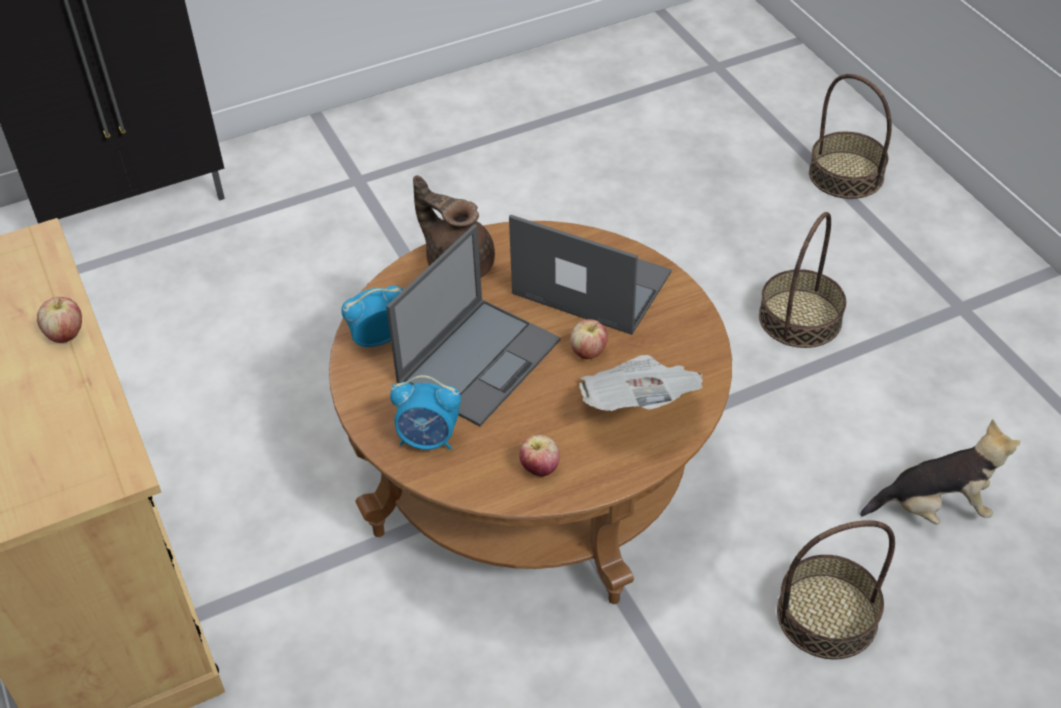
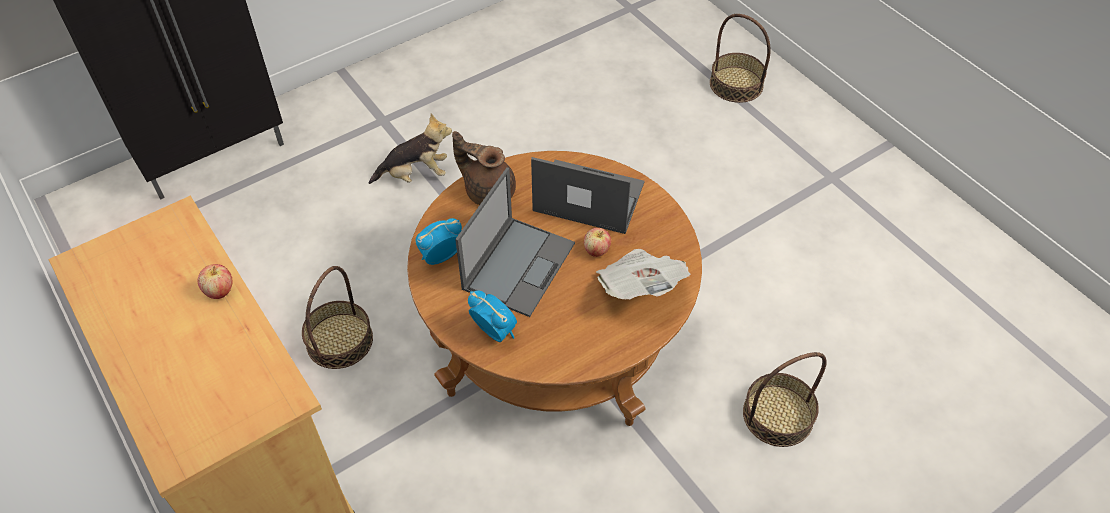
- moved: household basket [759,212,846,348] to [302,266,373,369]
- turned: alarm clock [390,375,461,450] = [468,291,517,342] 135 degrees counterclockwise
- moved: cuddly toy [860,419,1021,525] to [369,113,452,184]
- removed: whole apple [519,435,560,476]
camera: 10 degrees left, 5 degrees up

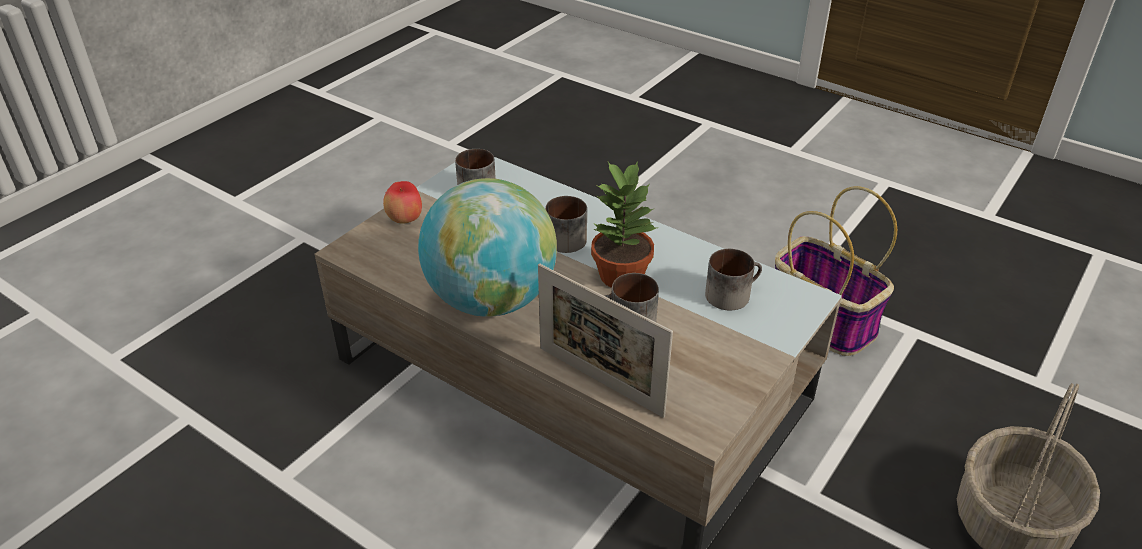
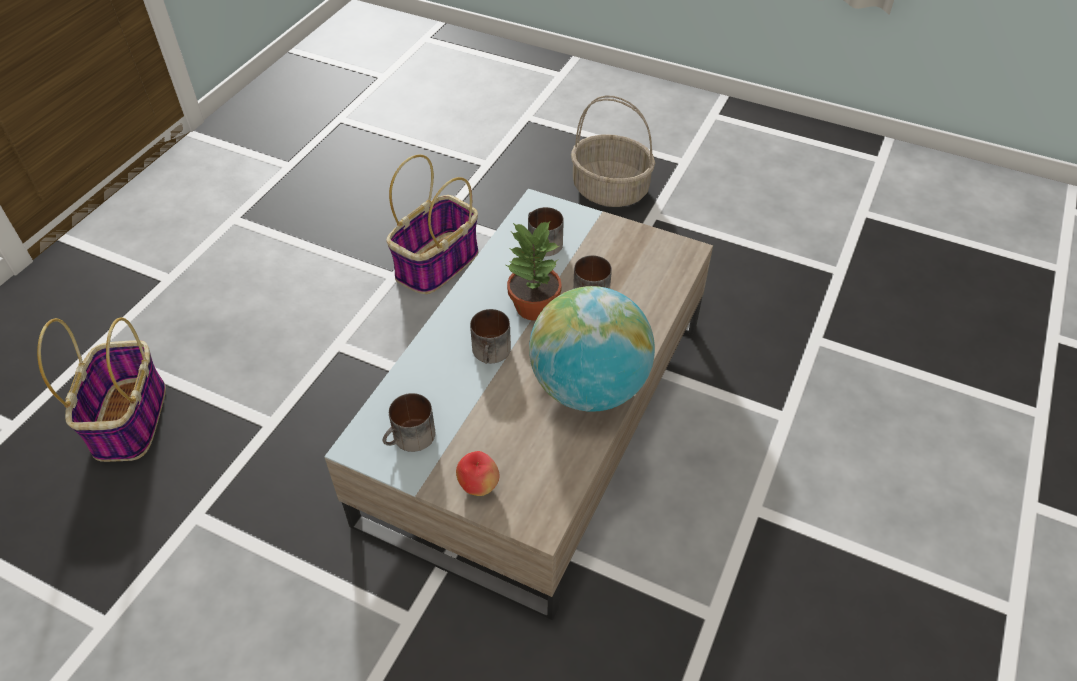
- removed: picture frame [538,263,673,418]
- added: household basket [37,317,166,462]
camera: 100 degrees left, 10 degrees up

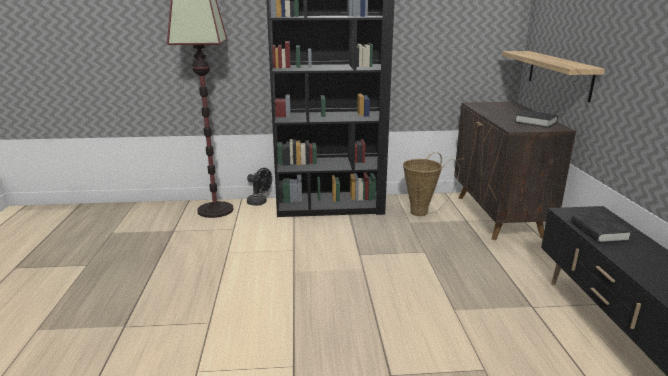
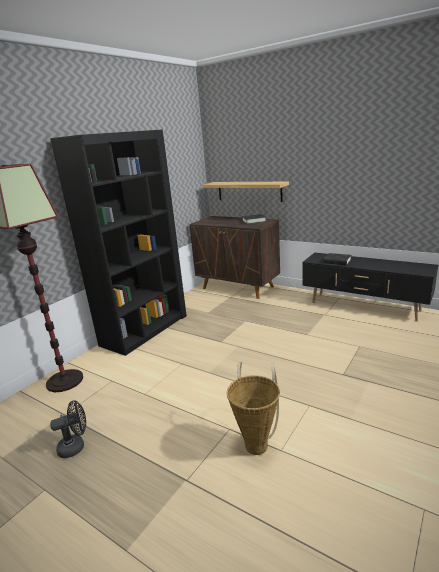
- moved: household basket [403,152,460,216] to [227,362,280,455]
- moved: blackish cooling fan [247,168,272,206] to [50,400,86,458]
camera: 50 degrees left, 0 degrees up

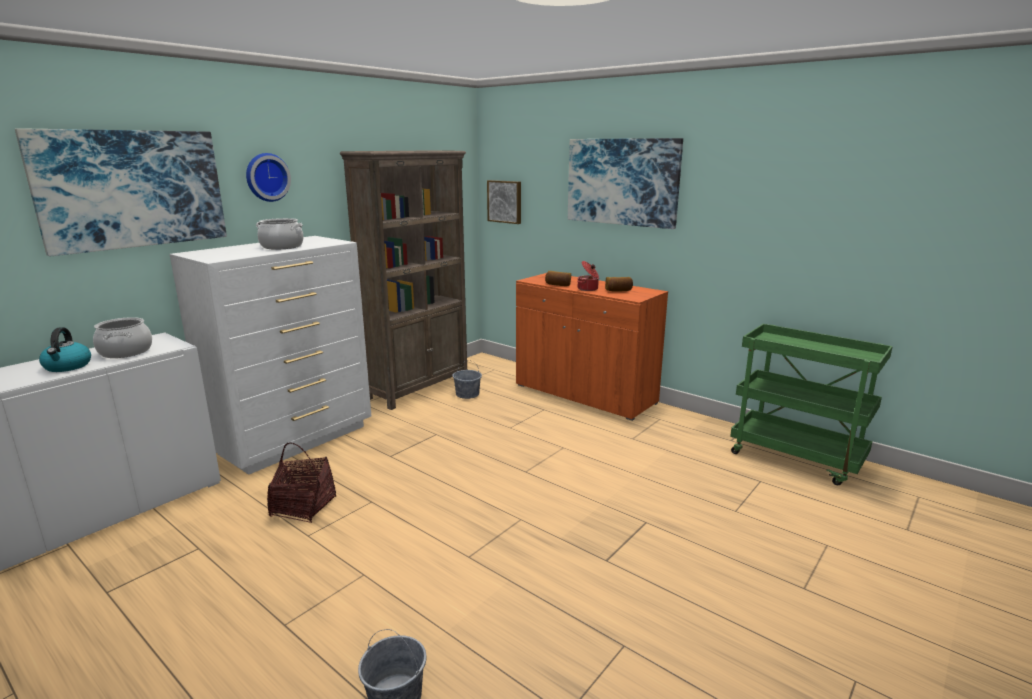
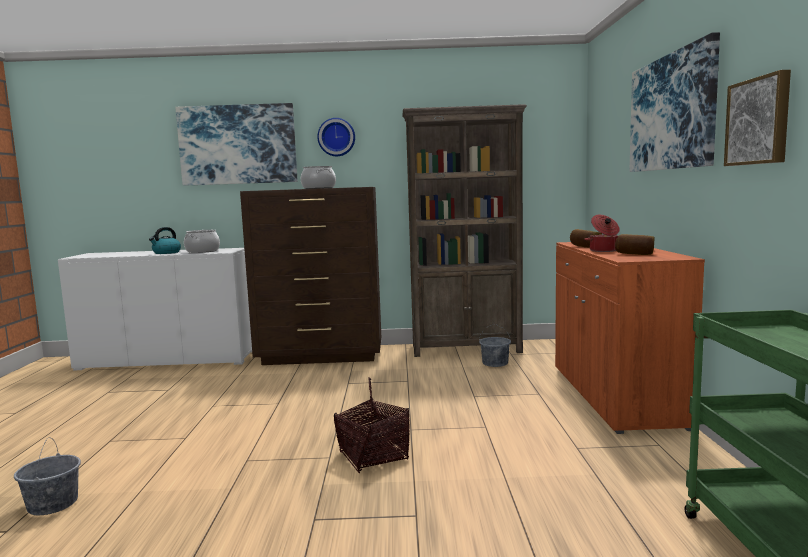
- moved: picture [487,180,521,224] to [724,70,791,166]
- recoloured: white chest of drawers [170,236,371,475] to brown chest of drawers [240,187,381,365]
- moved: household basket [267,443,336,523] to [334,378,410,473]
camera: 50 degrees right, 10 degrees down

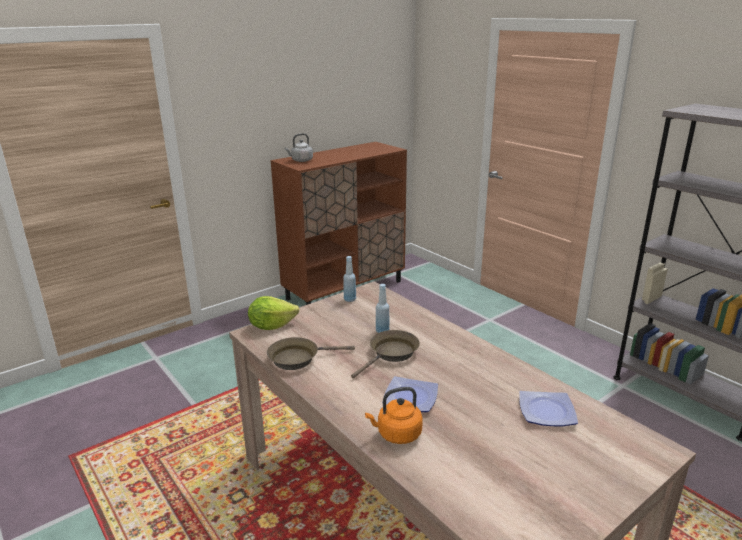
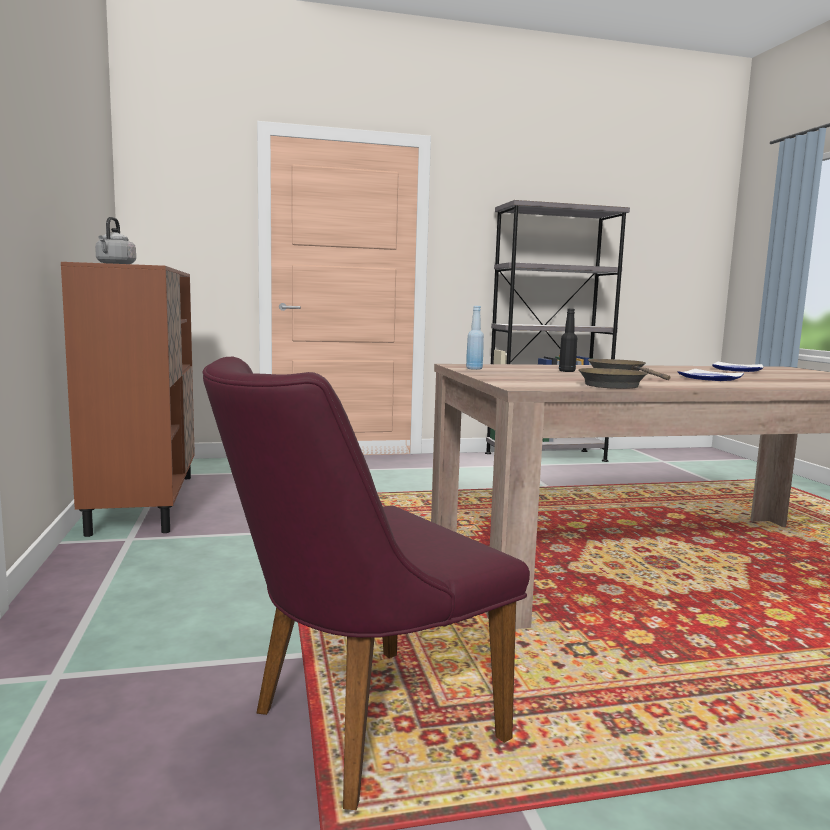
- recoloured: blue-coloured beverage bottle [376,284,389,333] to blackish beverage bottle [559,309,577,372]
- removed: head of lettuce [248,296,300,330]
- removed: orange-coloured water kettle [365,387,423,444]
- added: purplish plain chair [203,357,530,810]
camera: 65 degrees left, 15 degrees down

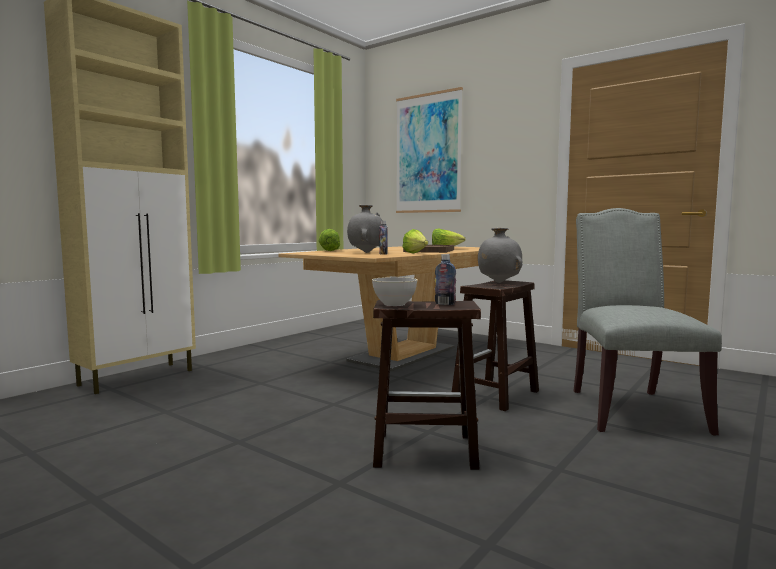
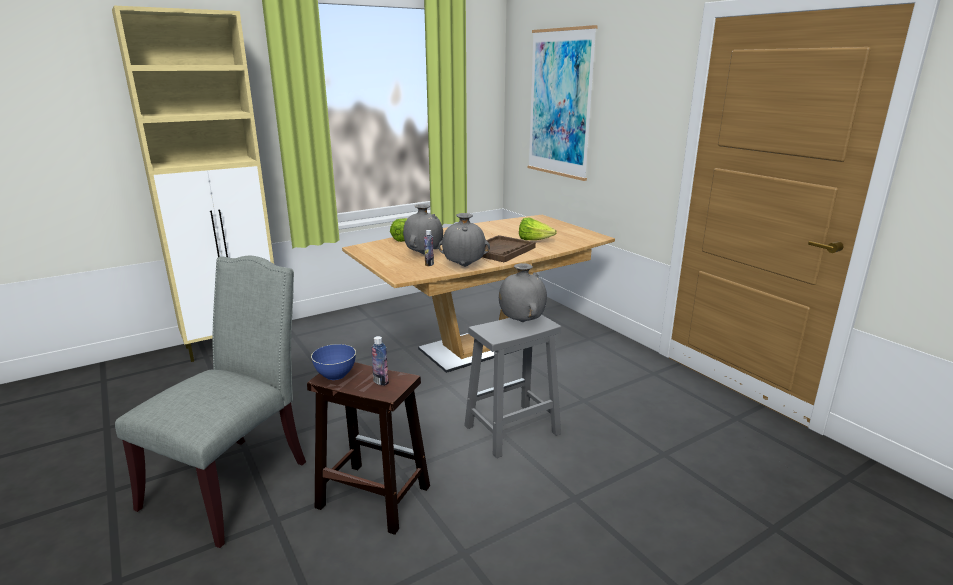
- moved: greyish plain chair [573,208,722,436] to [115,256,306,548]
- replaced: head of lettuce [402,229,428,253] to greyish decorative vase [438,213,490,267]
- recoloured: greyish bowl [372,277,417,306] to blue-coloured bowl [311,344,356,380]
- recoloured: brown sitting stool [452,280,539,411] to greyish sitting stool [464,315,562,459]
camera: 20 degrees right, 15 degrees up

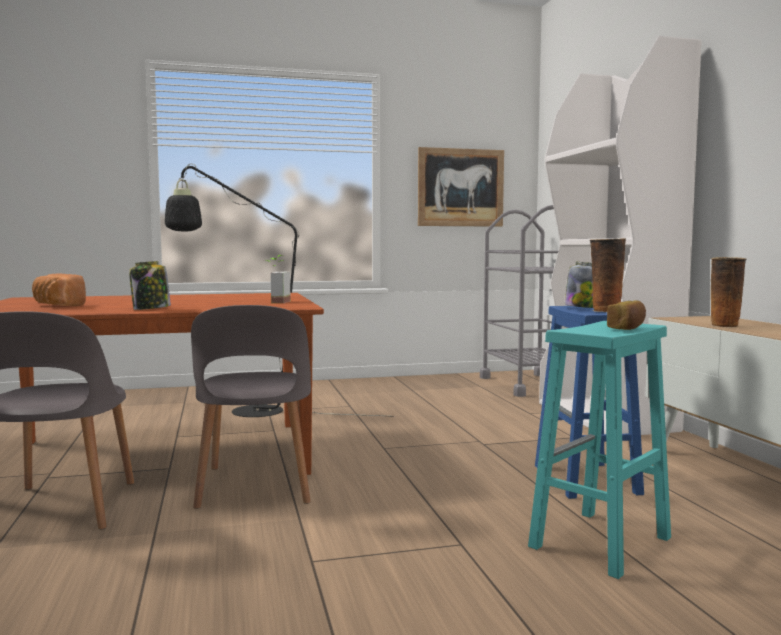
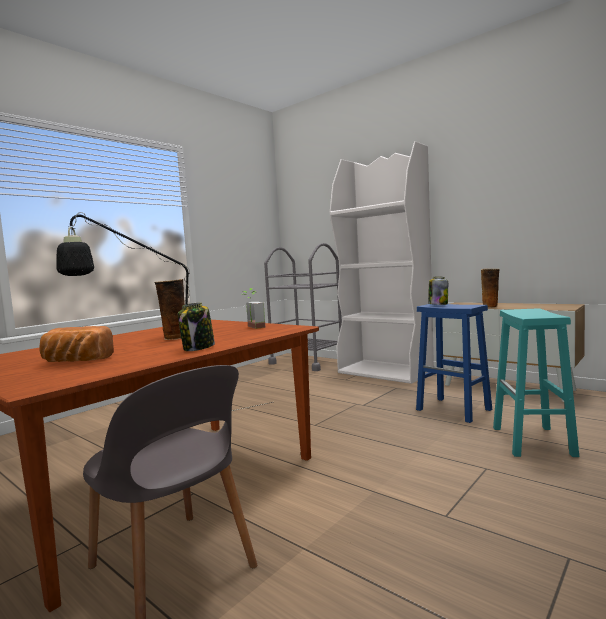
- removed: picture [418,147,504,227]
- moved: decorative vase [590,238,626,312] to [154,279,185,340]
- removed: bakery bread [607,300,646,330]
- removed: greyish plain chair [191,305,311,509]
camera: 35 degrees left, 0 degrees up

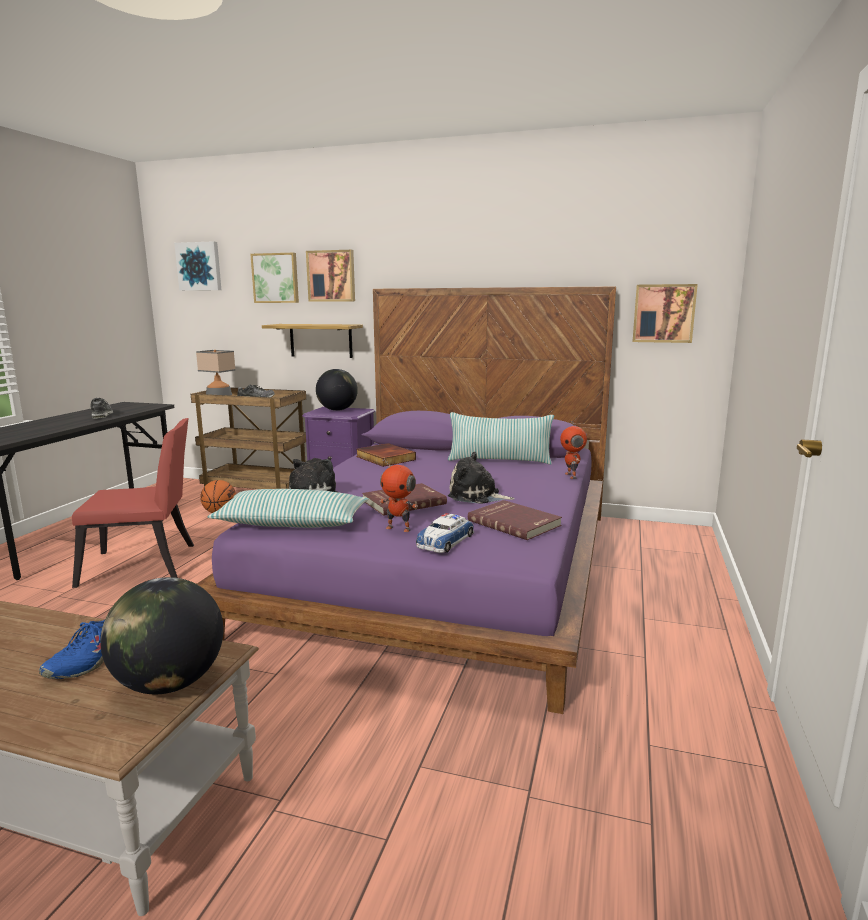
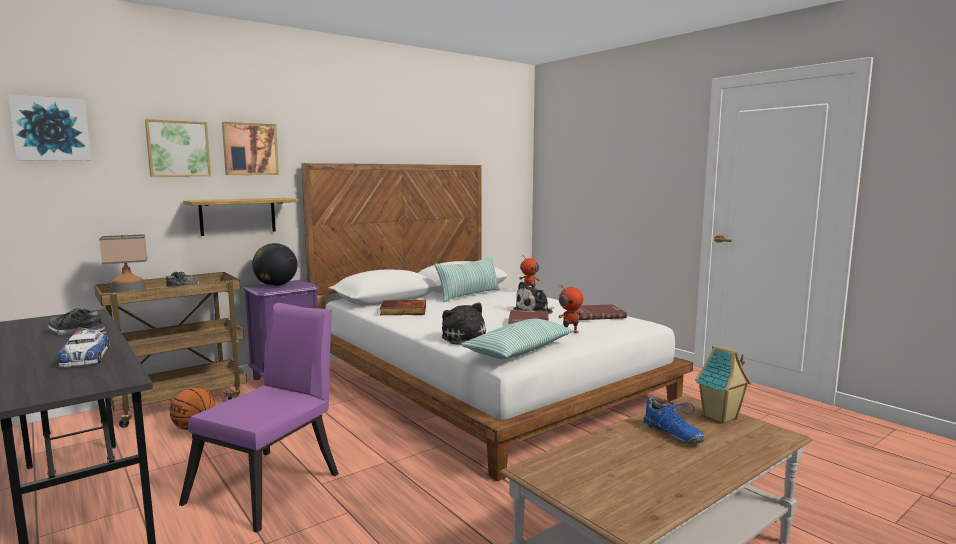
- removed: picture [632,284,698,343]
- recoloured: purplish bedroom bed [196,286,616,714] to white bedroom bed [301,163,693,481]
- recoloured: red plain chair [72,418,194,588] to purplish plain chair [179,302,339,533]
- moved: model car [416,513,474,553] to [57,330,110,367]
- replaced: desk globe [100,577,223,694] to toy house [695,344,751,423]
camera: 55 degrees left, 5 degrees down

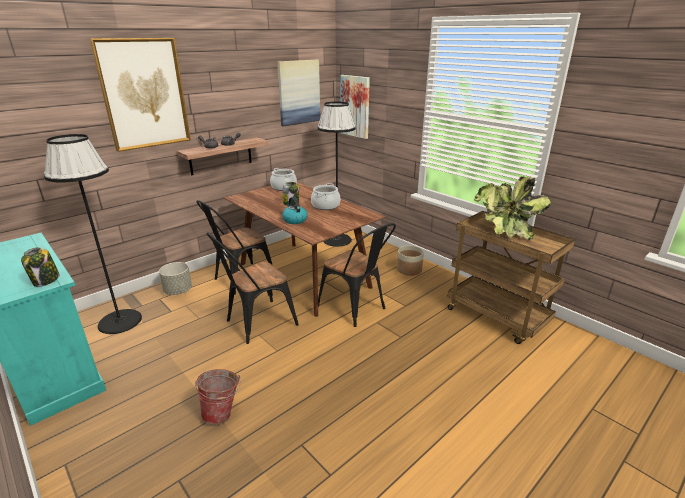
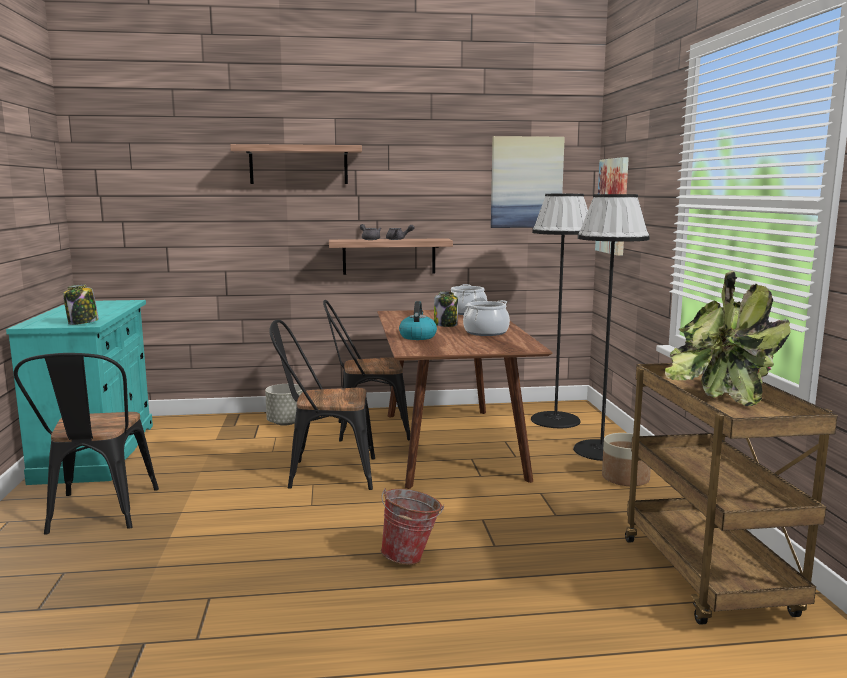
- replaced: picture [89,38,191,152] to shelf [230,144,362,184]
- moved: blackish standing lamp [44,134,142,334] to [573,194,650,461]
- moved: blackish plain chair [318,223,396,327] to [14,353,159,535]
- moved: water bucket [195,369,241,425] to [381,488,444,565]
camera: 35 degrees right, 15 degrees down

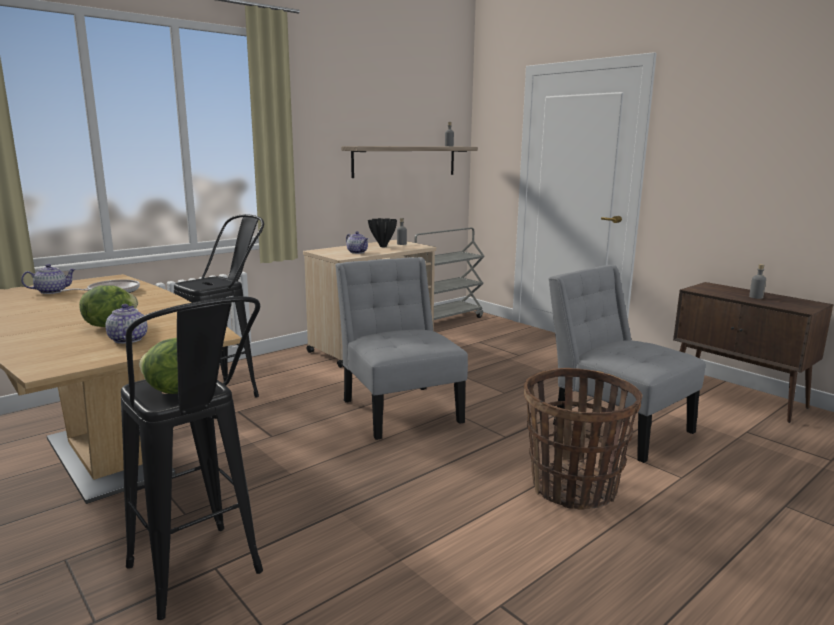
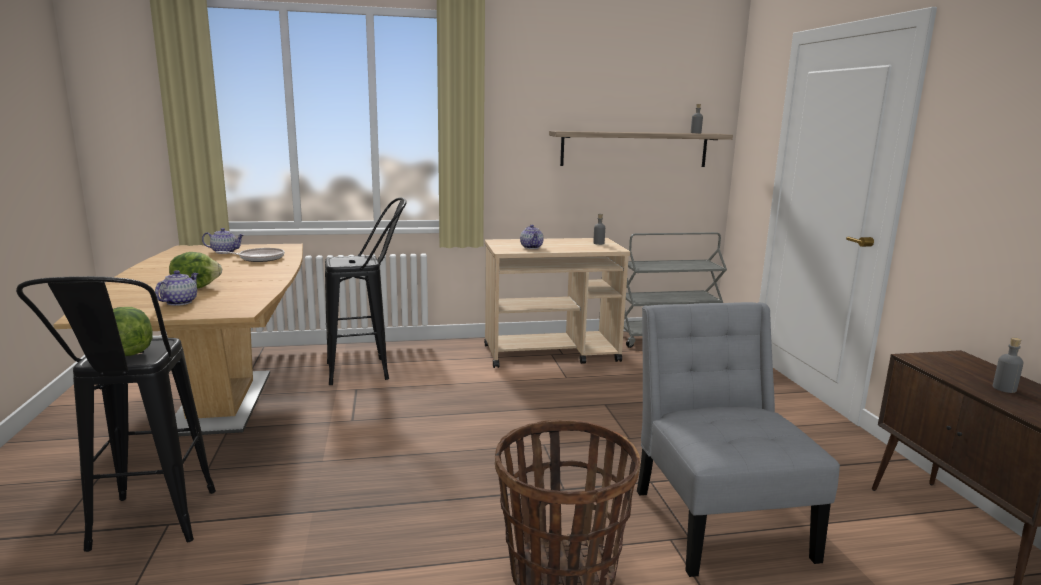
- removed: blackish decorative vase [368,218,397,247]
- removed: greyish plain chair [335,257,468,440]
camera: 30 degrees right, 0 degrees up

